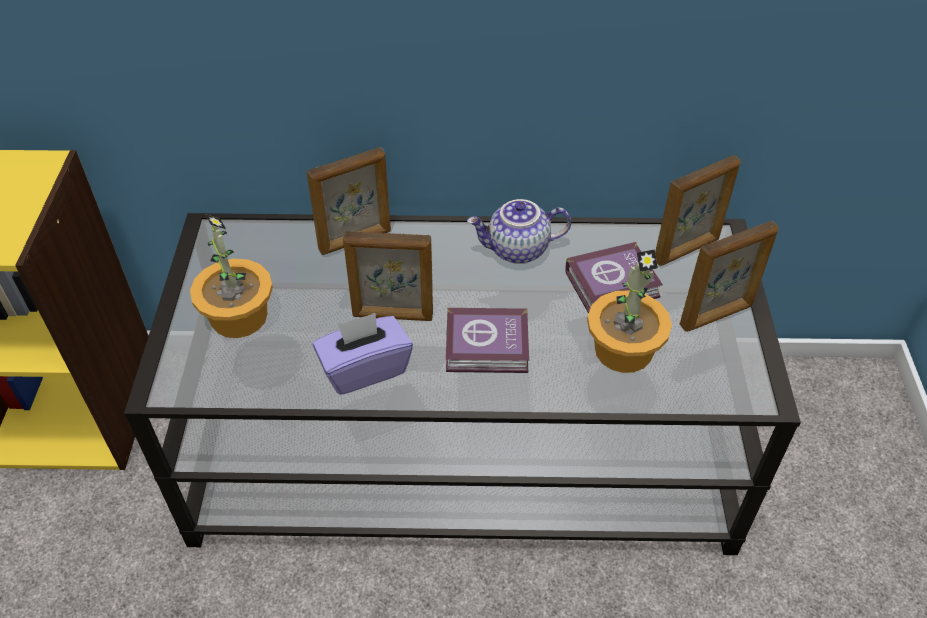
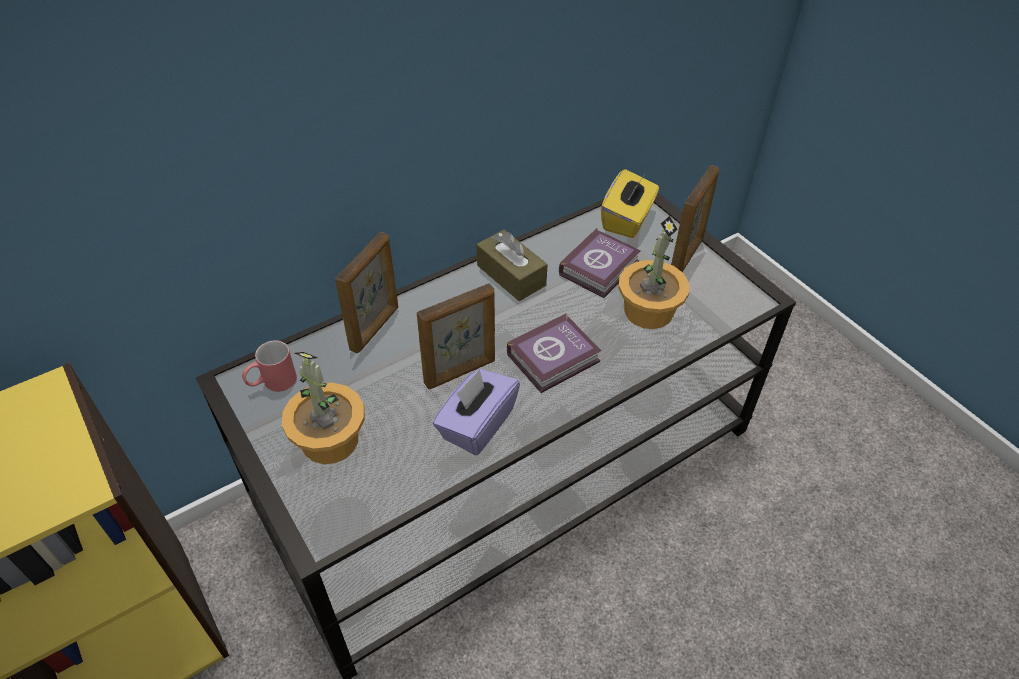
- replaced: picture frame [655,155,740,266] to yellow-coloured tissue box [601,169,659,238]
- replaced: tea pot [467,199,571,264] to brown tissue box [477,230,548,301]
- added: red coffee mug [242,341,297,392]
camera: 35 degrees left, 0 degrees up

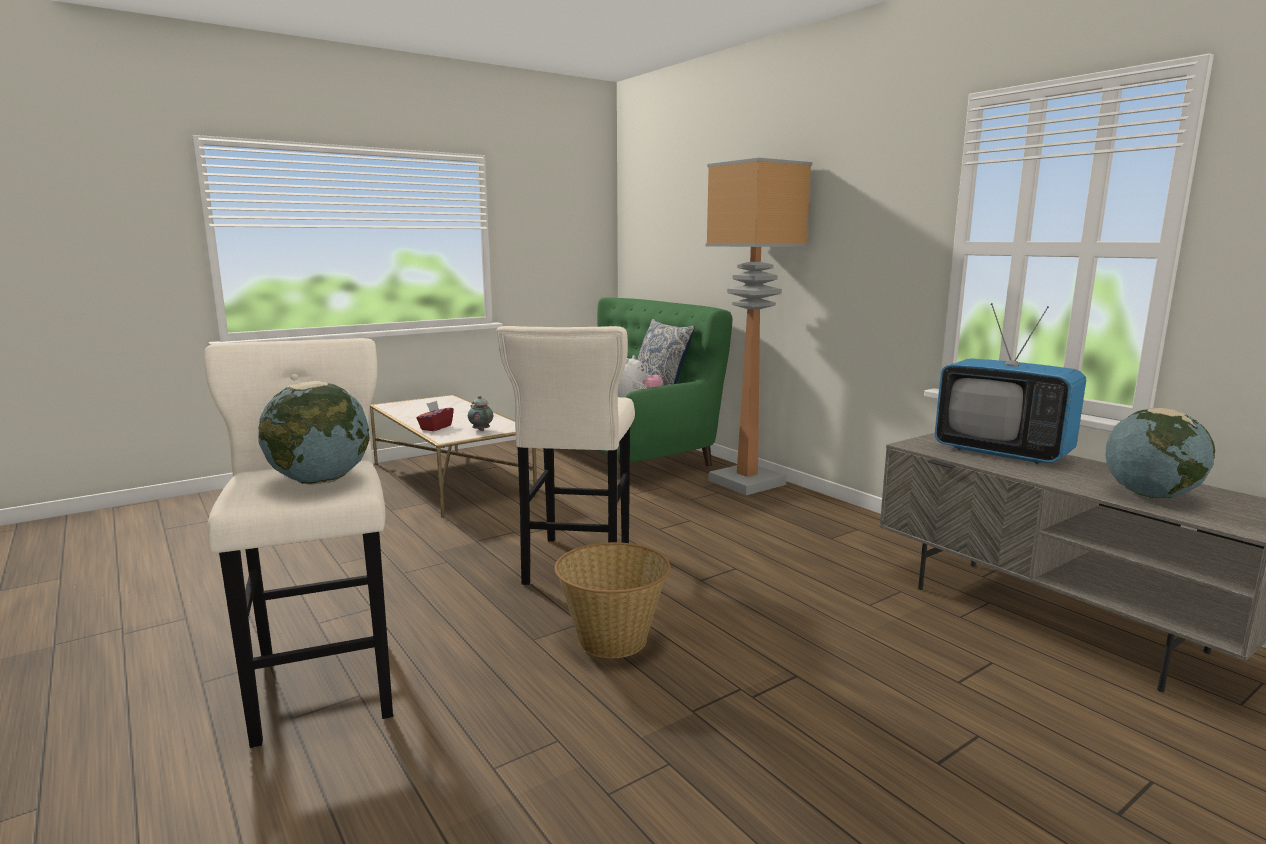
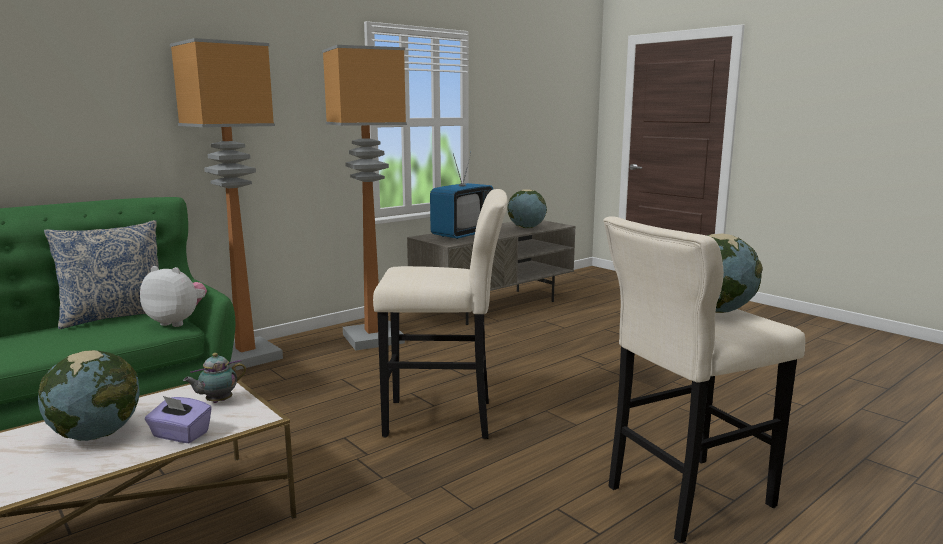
- recoloured: red tissue box [416,401,454,431] to purplish tissue box [145,396,212,443]
- removed: household basket [555,542,670,658]
- added: standing lamp [322,45,407,351]
- added: desk globe [38,350,140,441]
camera: 95 degrees left, 0 degrees up

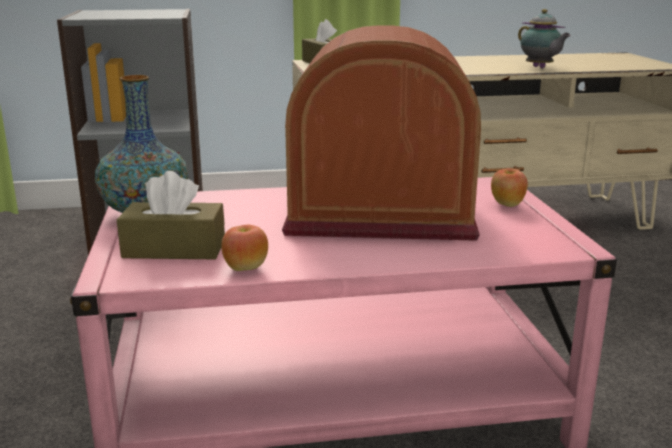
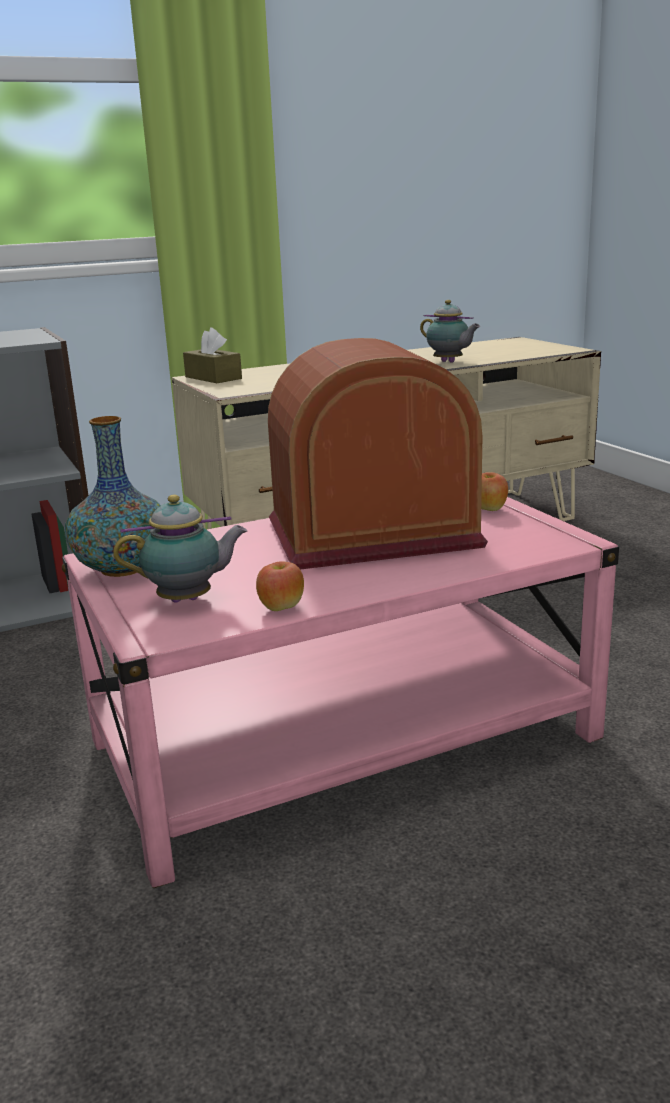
- replaced: brown tissue box [117,171,225,259] to tea pot [113,494,248,603]
camera: 15 degrees left, 0 degrees up

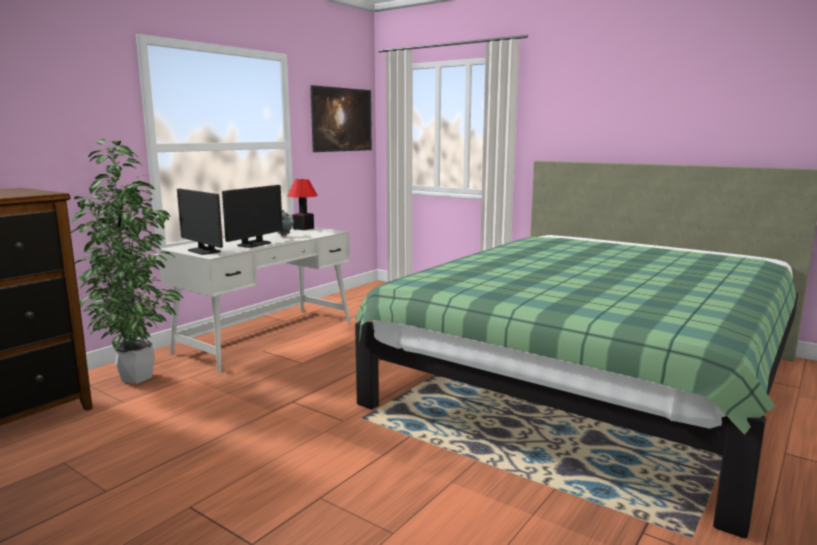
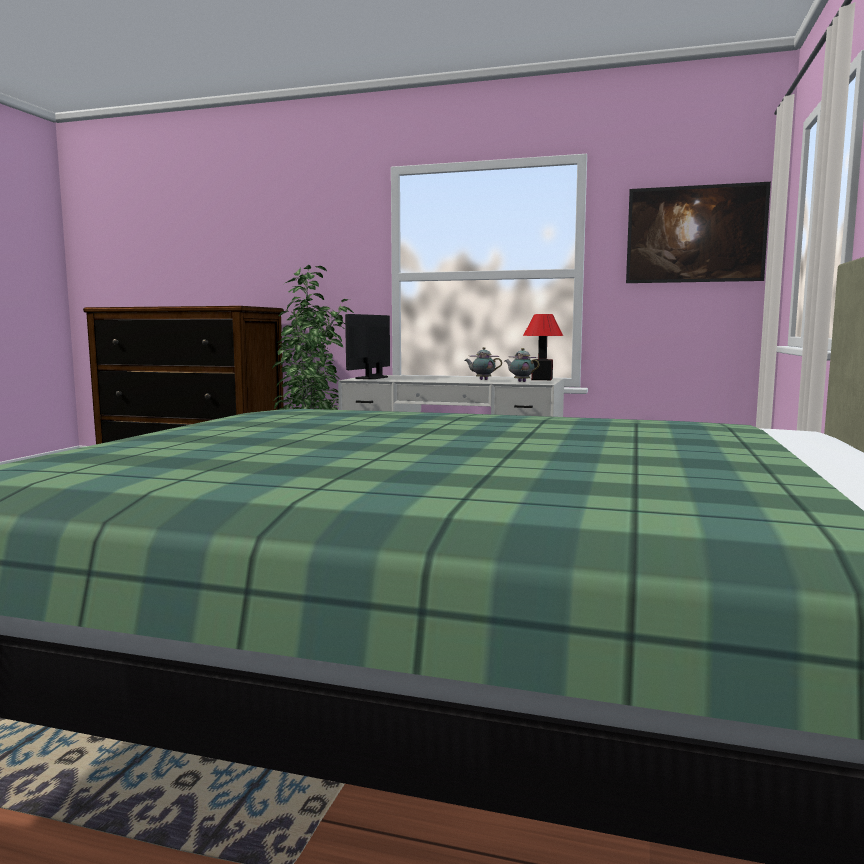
- removed: monitor [222,185,283,248]
- added: tea pot [505,348,539,382]
camera: 70 degrees right, 5 degrees down

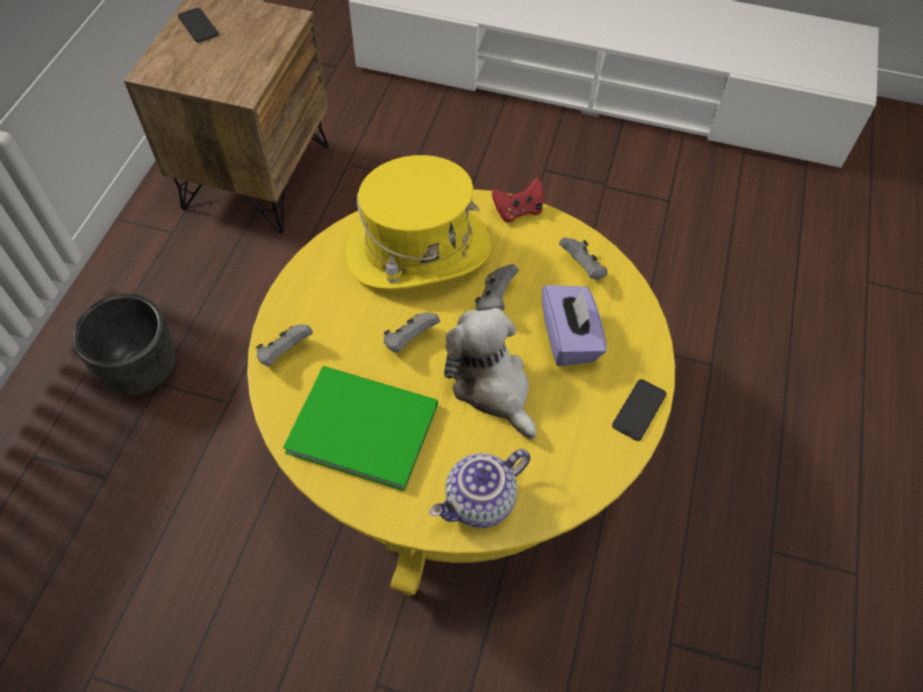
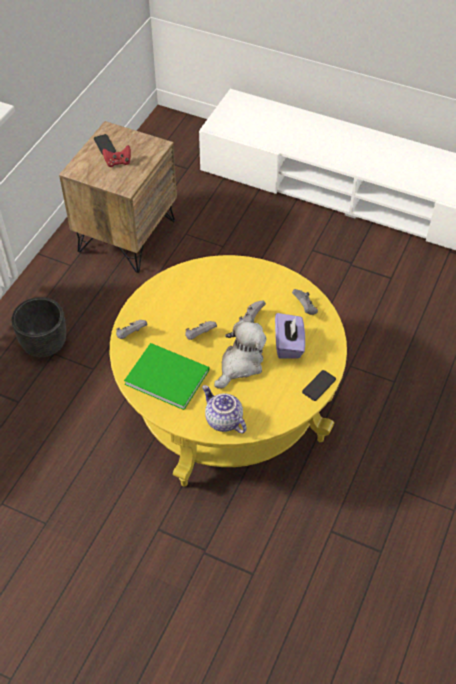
- removed: yellow-coloured wearable hat [345,155,491,290]
- moved: red joypad [492,178,543,223] to [103,145,131,167]
- turned: cuddly toy [444,308,537,439] = [214,320,267,389] 60 degrees clockwise
- turned: tea pot [430,449,530,528] = [202,385,247,433] 75 degrees clockwise
camera: 10 degrees right, 5 degrees down

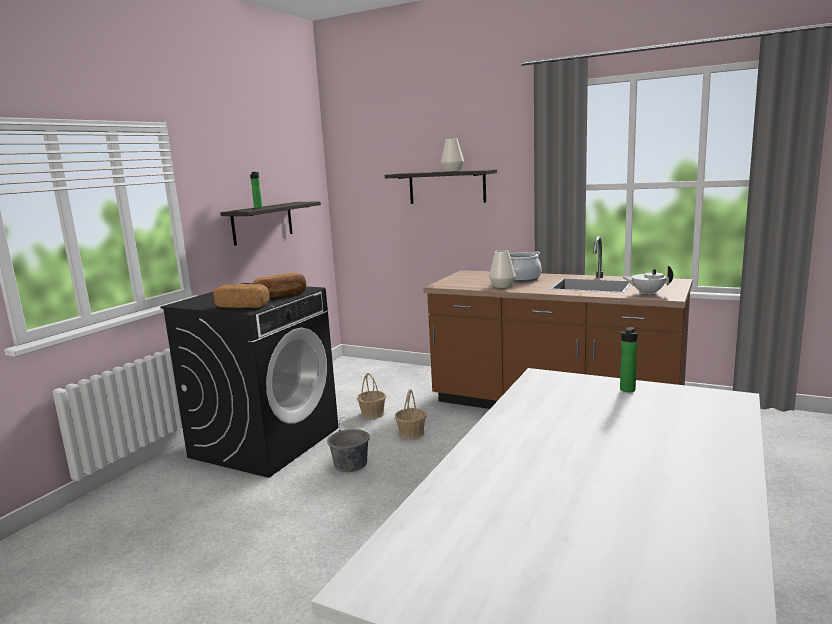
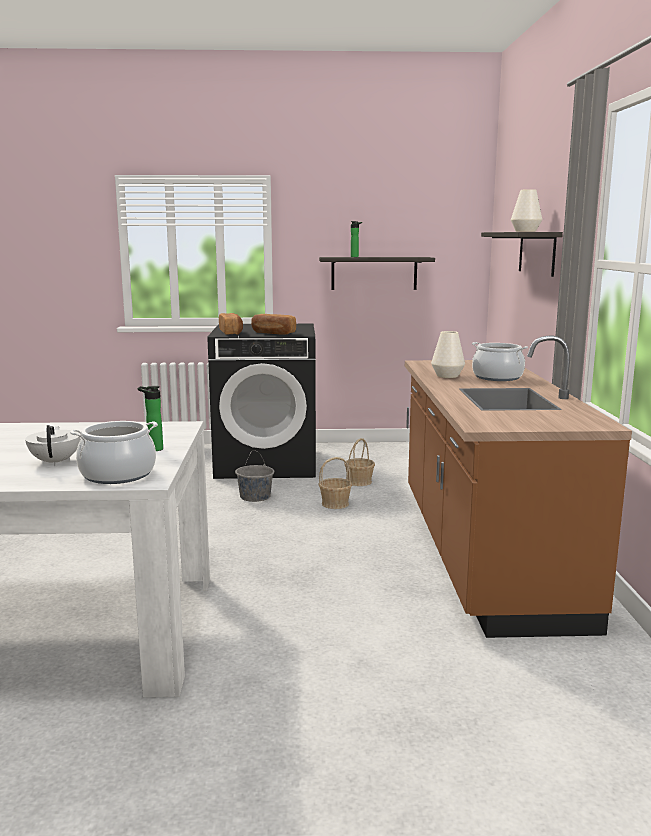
- moved: white tea pot [622,266,673,295] to [25,425,81,466]
- added: cooking pot [70,421,158,484]
camera: 60 degrees right, 0 degrees up

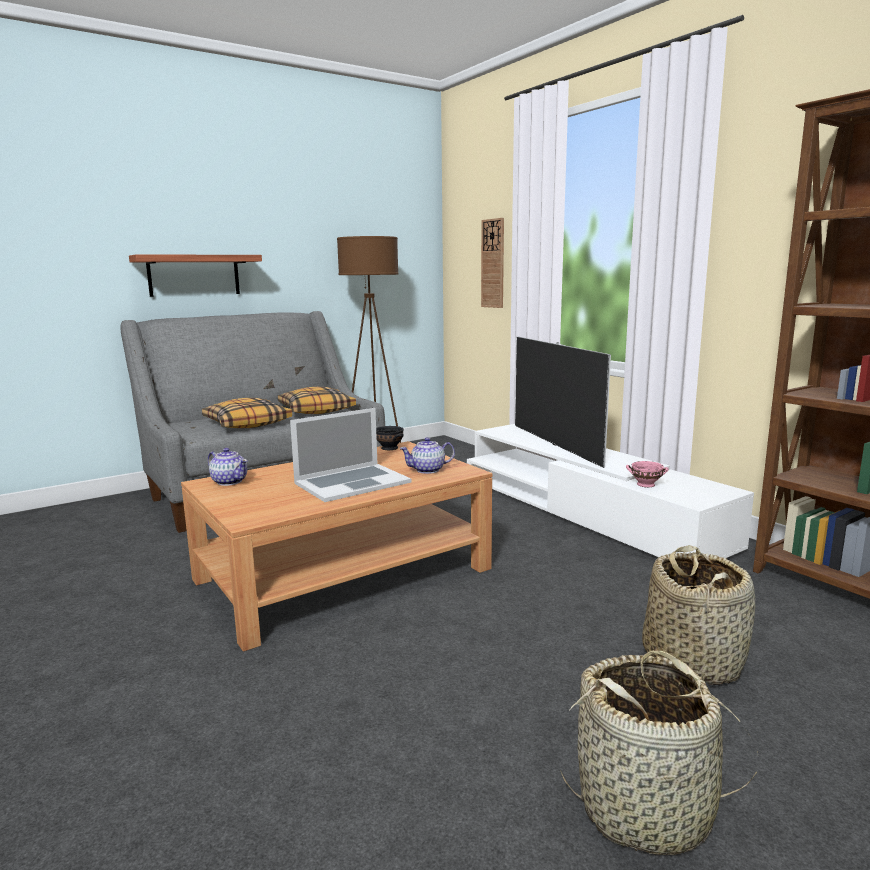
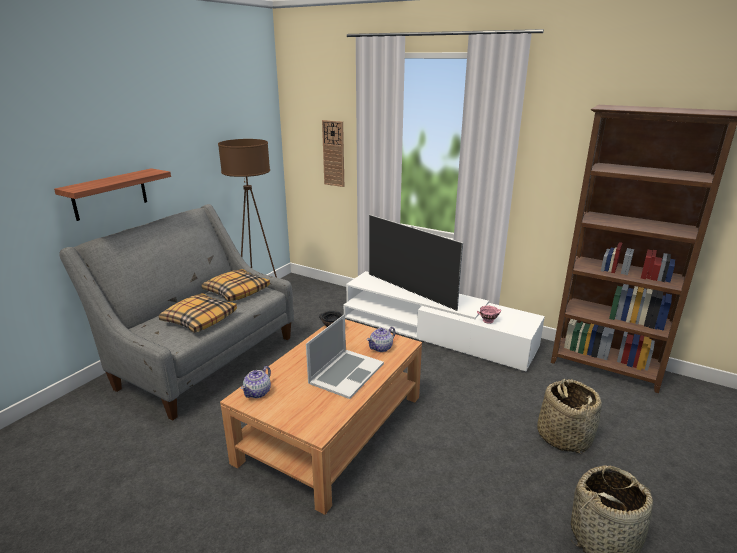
- turned: tea pot [208,448,248,486] = [241,366,271,398] 105 degrees clockwise
camera: 25 degrees left, 10 degrees up

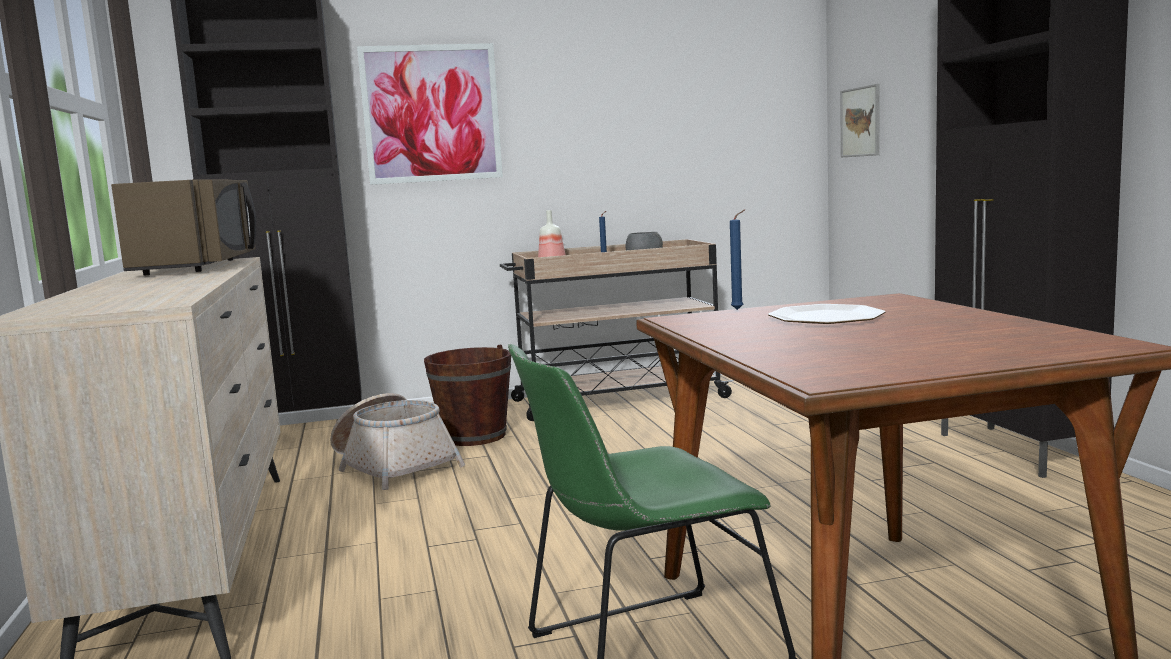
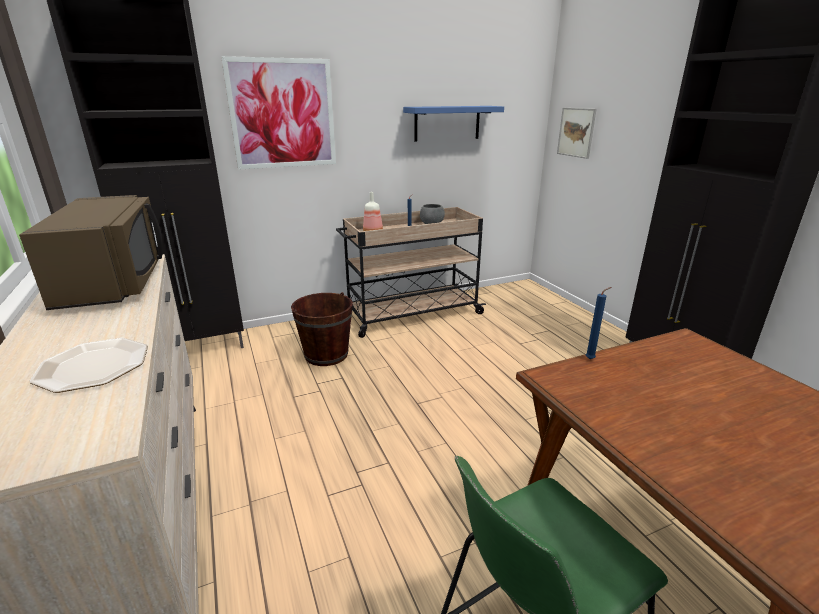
- moved: dinner plate [768,304,886,324] to [30,338,148,393]
- removed: household basket [330,393,465,490]
- added: blue-coloured shelf [403,106,504,141]
camera: 10 degrees left, 15 degrees up

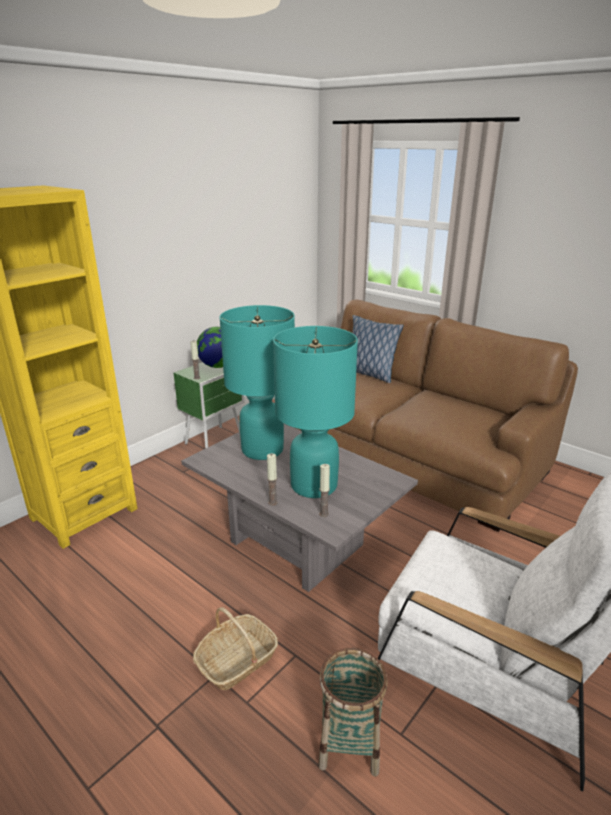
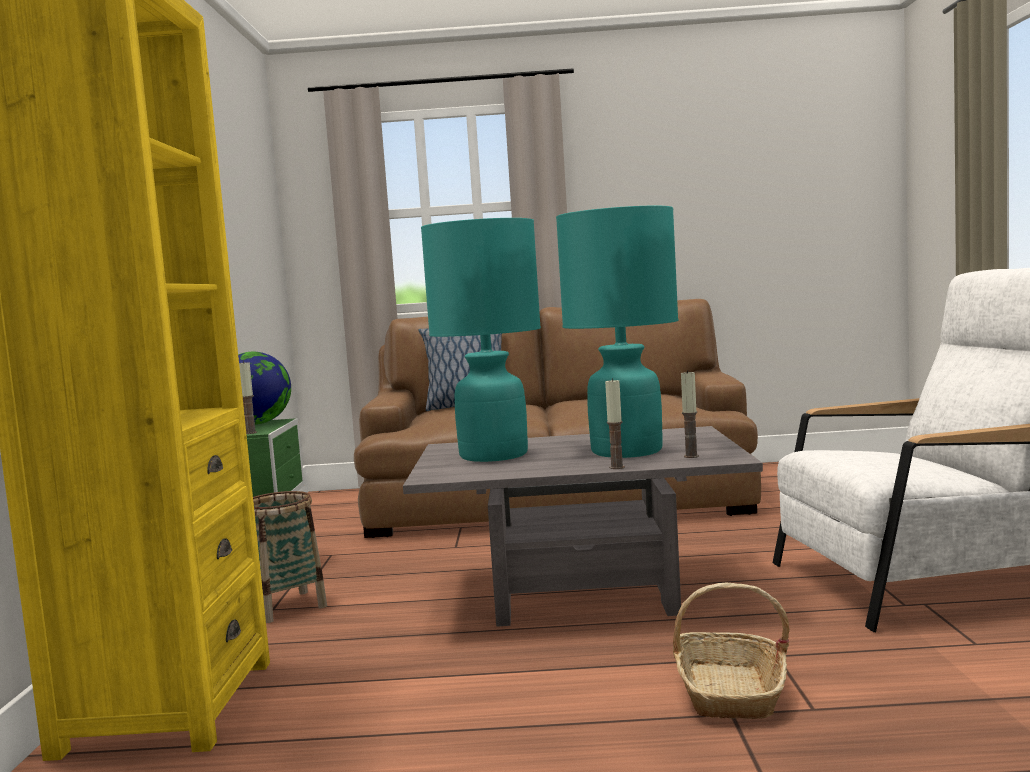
- moved: household basket [318,648,388,777] to [253,491,327,623]
camera: 40 degrees left, 20 degrees down

